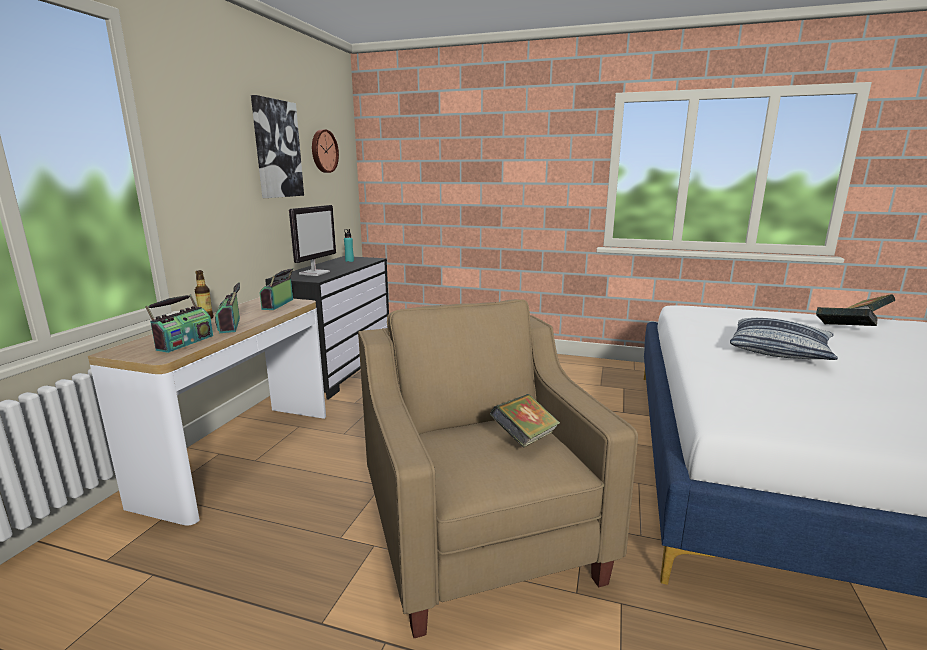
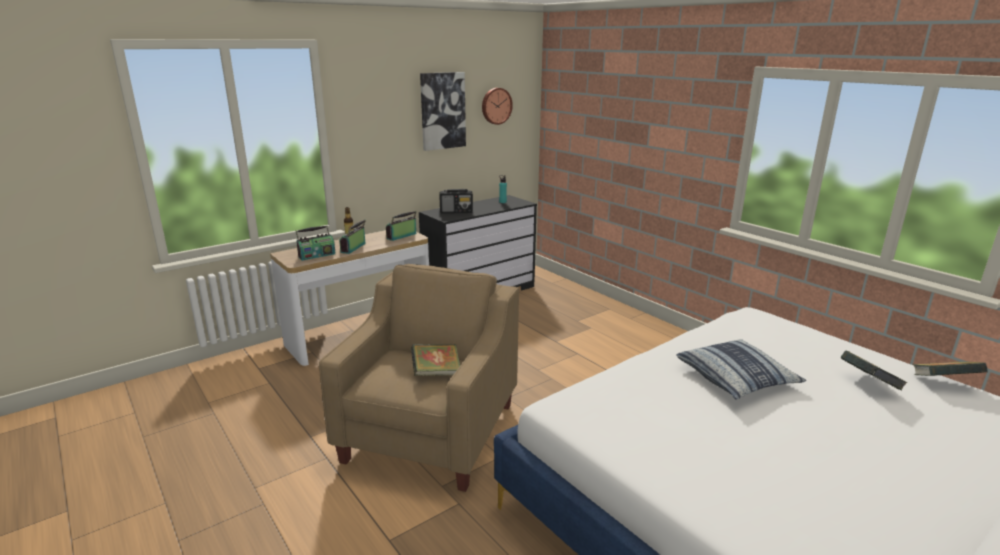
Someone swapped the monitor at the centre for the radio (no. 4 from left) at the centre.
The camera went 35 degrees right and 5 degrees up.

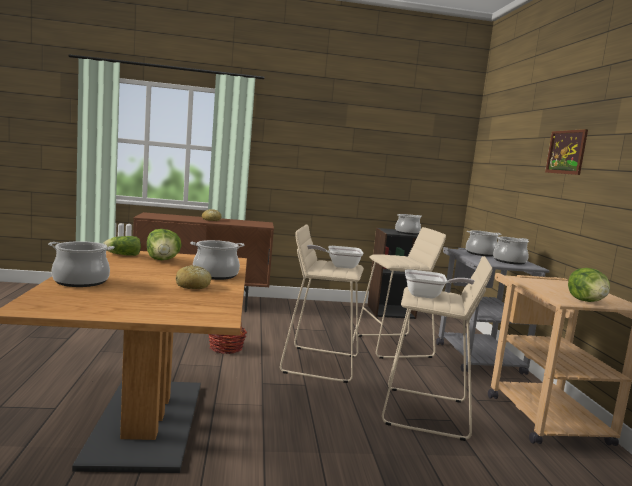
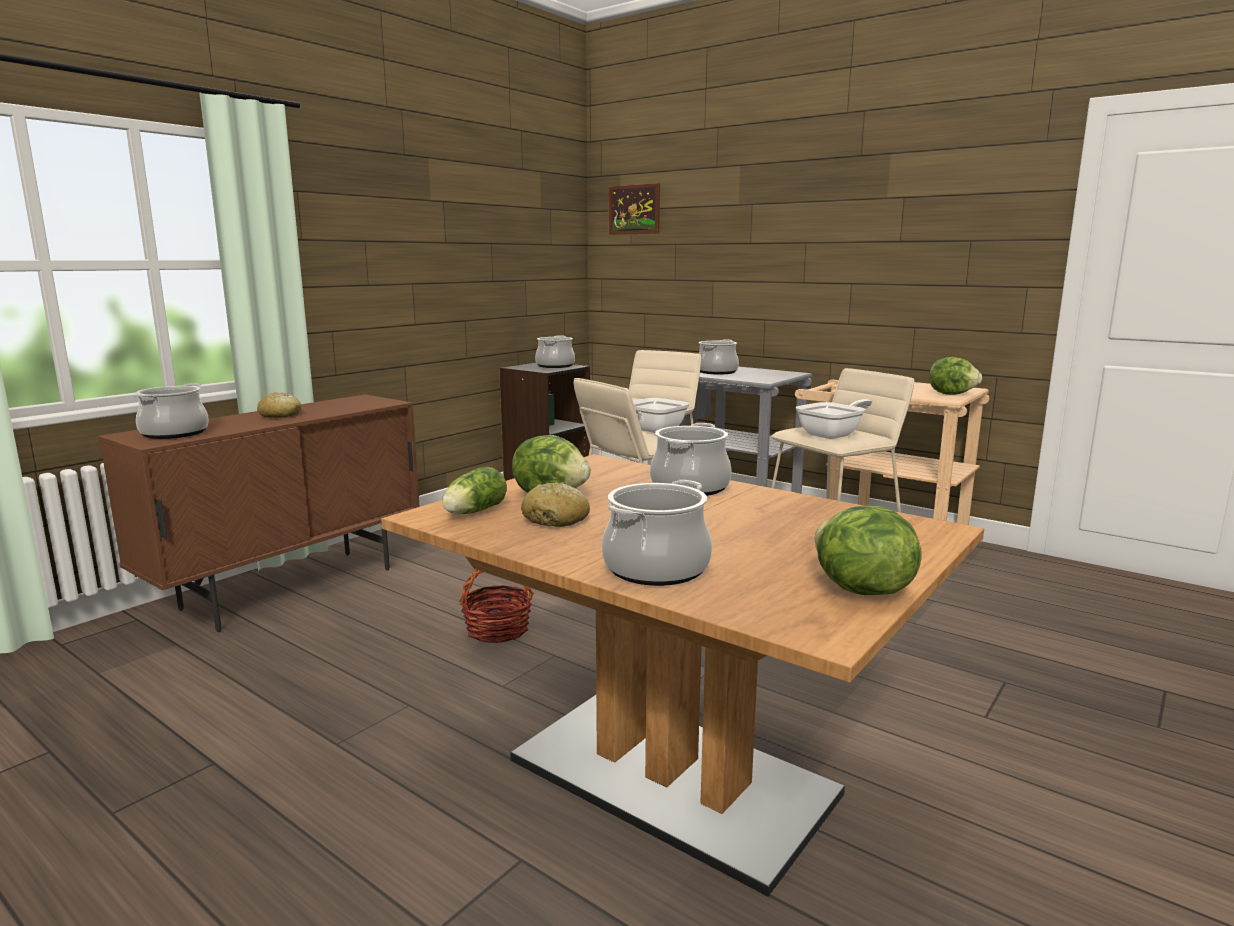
Someone put down the sałata (no. 3 from left) at the middle right.
Someone carried the chleb (no. 1 from left in the first image) from the middle left to the centre.
Someone carried the garnek (no. 5 from left in the first image) from the middle right to the middle left.
Someone carried the obraz from the top right to the top centre.
The camera went 45 degrees left and 5 degrees up.

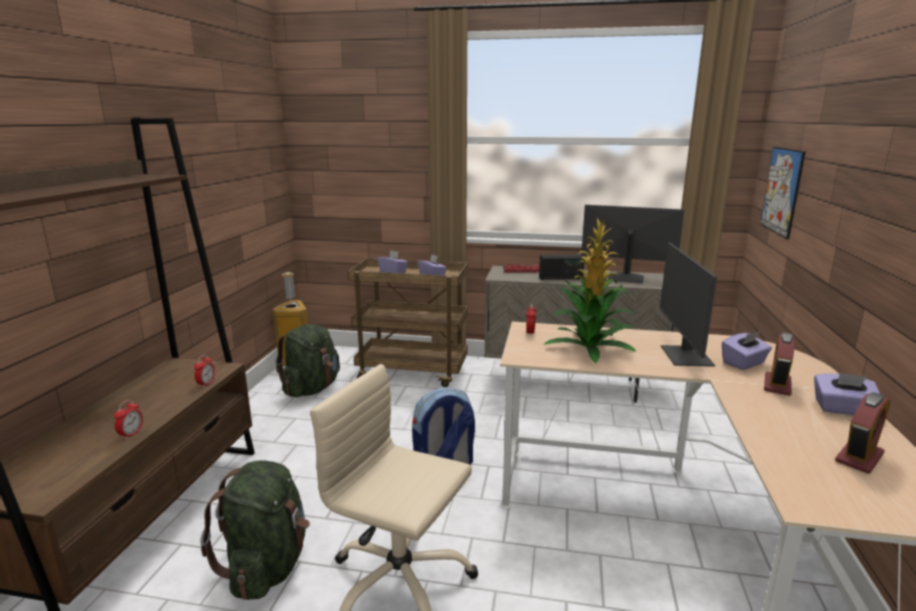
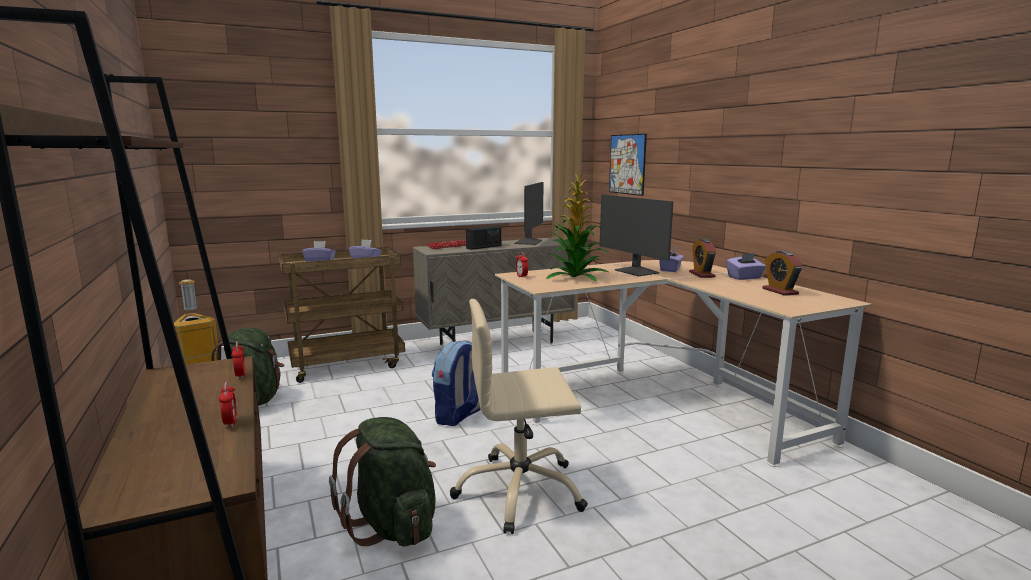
Someone rotated the monitor (no. 1 from left) at the middle right by 120 degrees clockwise.
Someone rotated the budzik (no. 5 from left) at the bottom right by 150 degrees clockwise.
The camera went 35 degrees left and 5 degrees down.

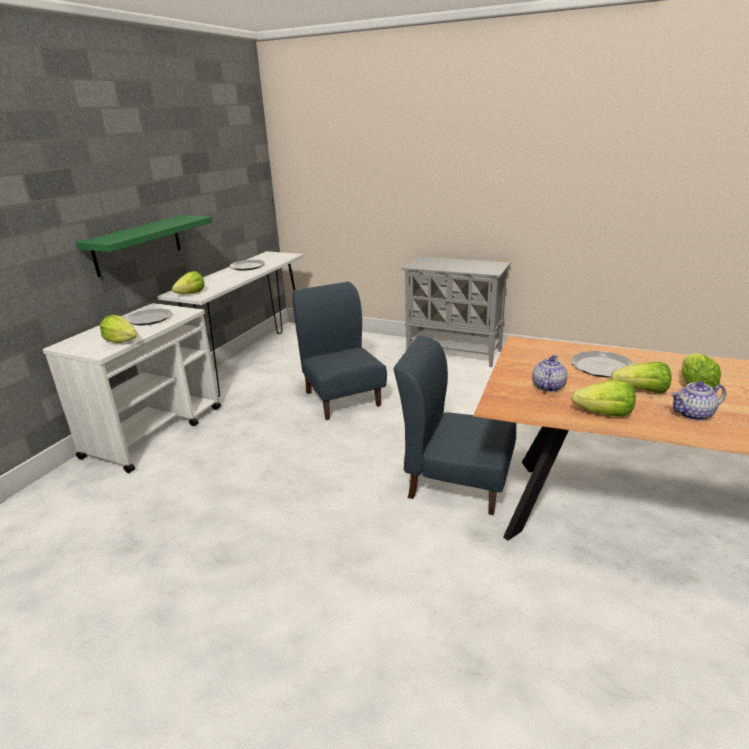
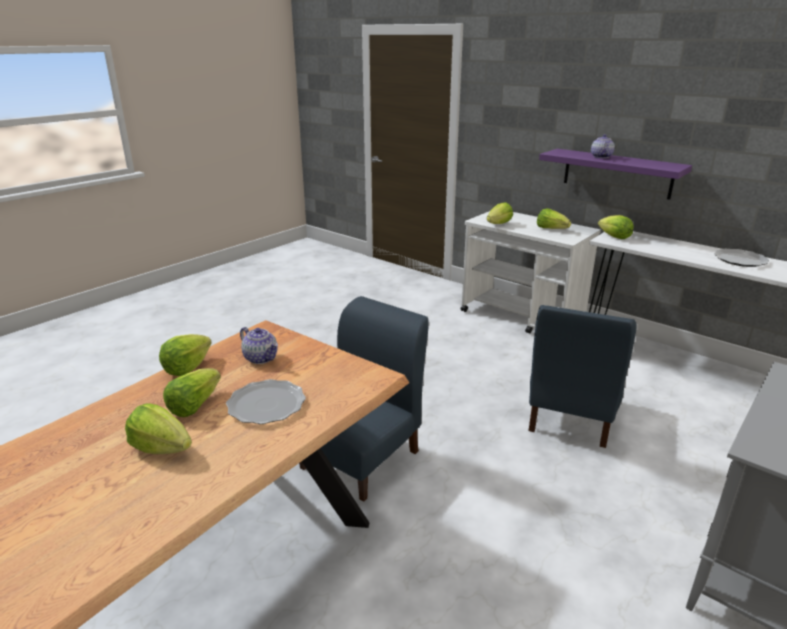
Someone carried the imbryk (no. 2 from left) from the middle right to the top right.
Someone swapped the talerz (no. 1 from left) at the middle left for the sałata (no. 5 from left) at the middle right.
Someone repainted the półka [zielony] at the top left, which became the półka [fioletowy] at the top right.
Someone rotated the krzesło [niebieski] (no. 1 from left in the first image) at the centre by 120 degrees clockwise.
The camera went 105 degrees right and 0 degrees up.

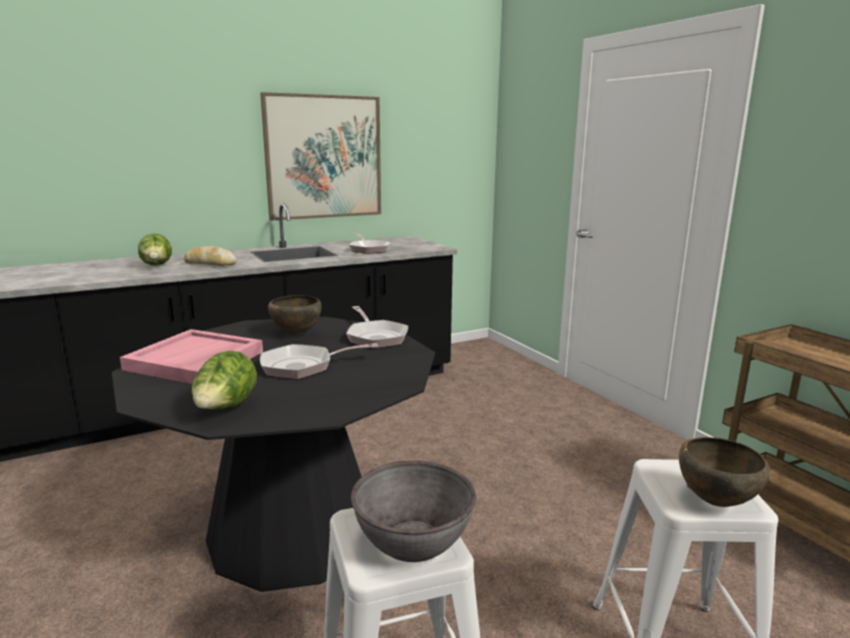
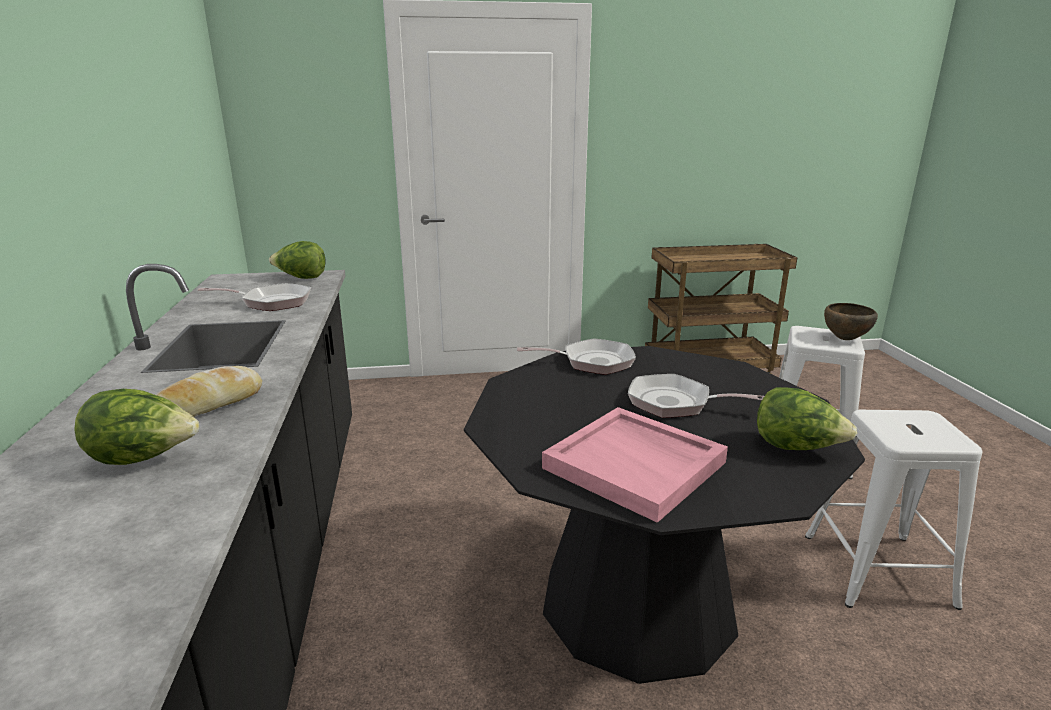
Someone took away the obraz at the top centre.
Someone took away the miska [brązowy] (no. 1 from left) at the centre.
Someone took away the miska [szary] at the bottom centre.
Someone put down the sałata (no. 2 from left) at the middle left.
Someone rotated the patelnia (no. 1 from left in the first image) at the centre by 105 degrees clockwise.
The camera went 70 degrees left and 5 degrees up.

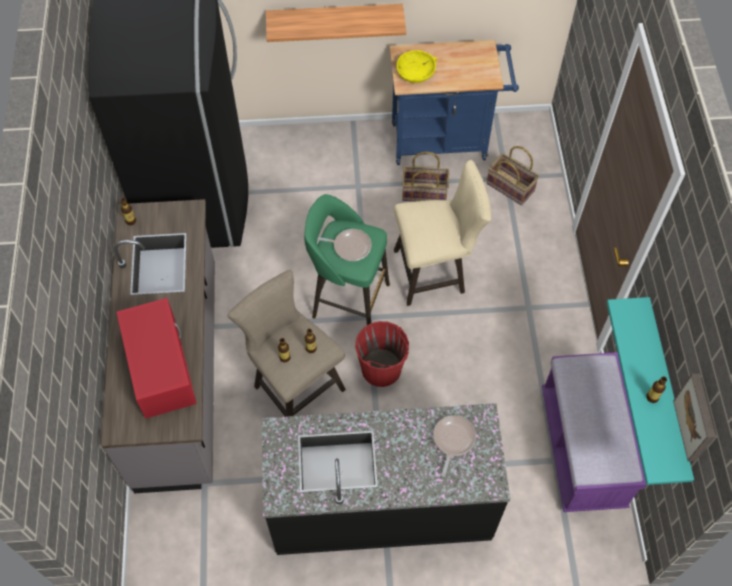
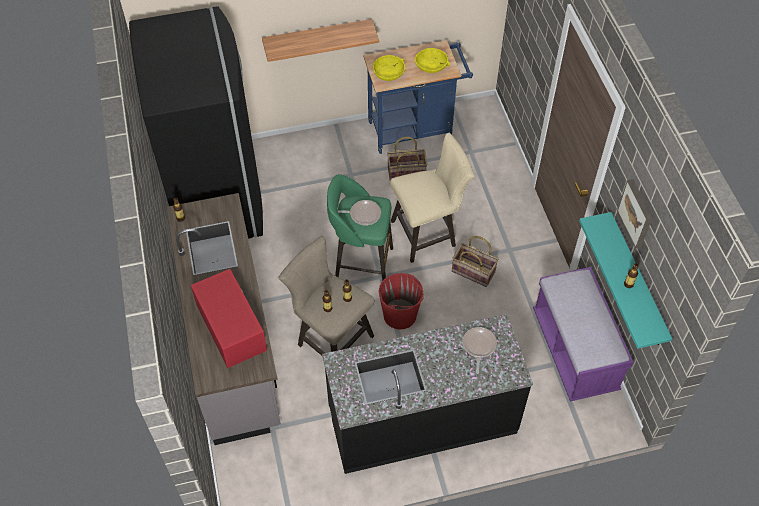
Someone put down the miska [żółty] (no. 2 from left) at the top centre.
Someone carried the koszyk (no. 2 from left) from the top right to the centre.
Someone carried the obraz from the bottom right to the middle right.
The camera went 10 degrees left and 5 degrees down.

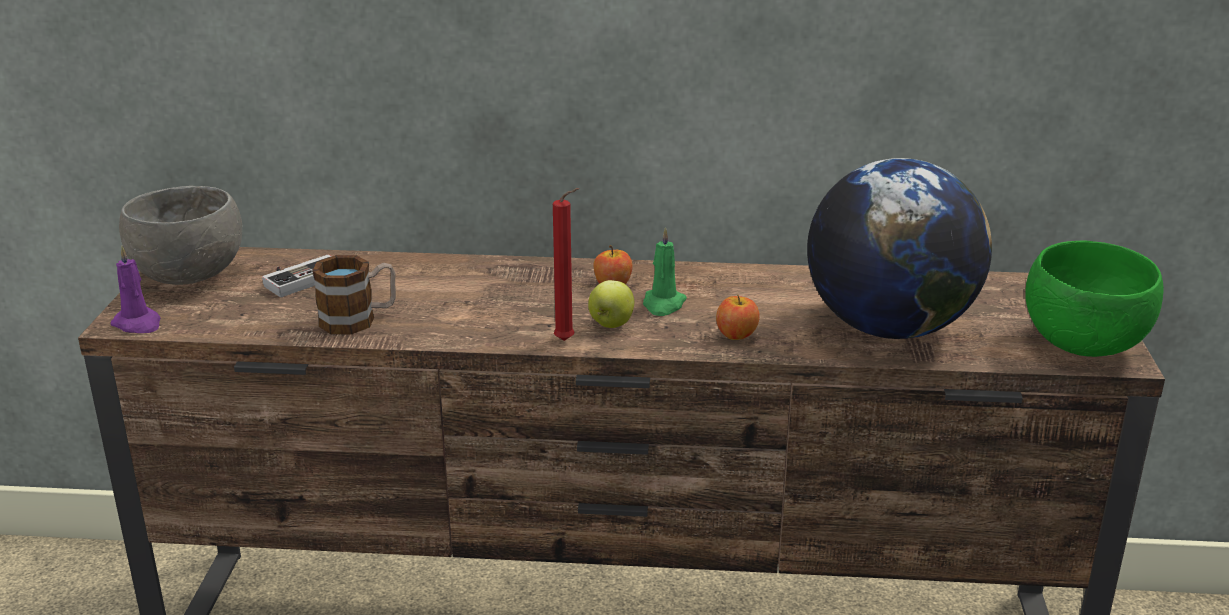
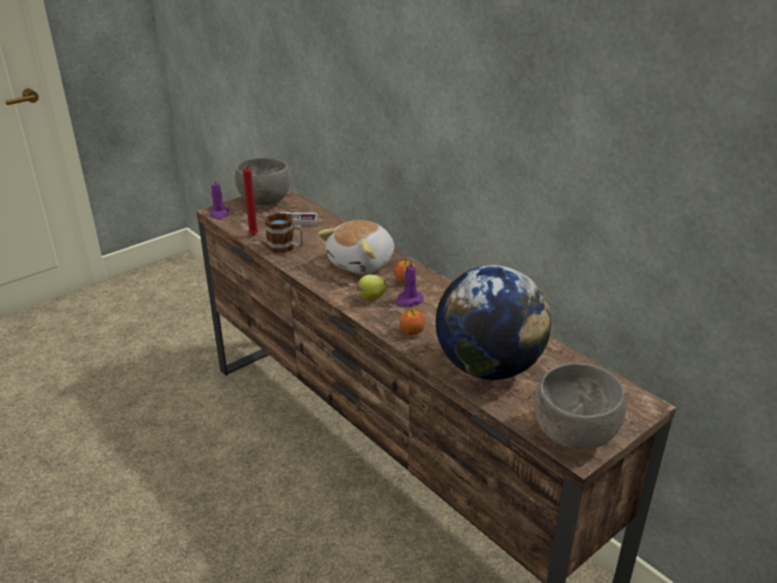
Someone put down the pluszak at the centre.
Someone carried the świeca [czerwony] from the centre to the middle left.
Someone repainted the świeca [zielony] at the centre, which became the świeca [fioletowy] (no. 2 from left) at the centre.
Someone repainted the miska [zielony] at the middle right, which became the miska [szary] (no. 2 from left) at the bottom right.
The camera went 45 degrees right and 5 degrees up.

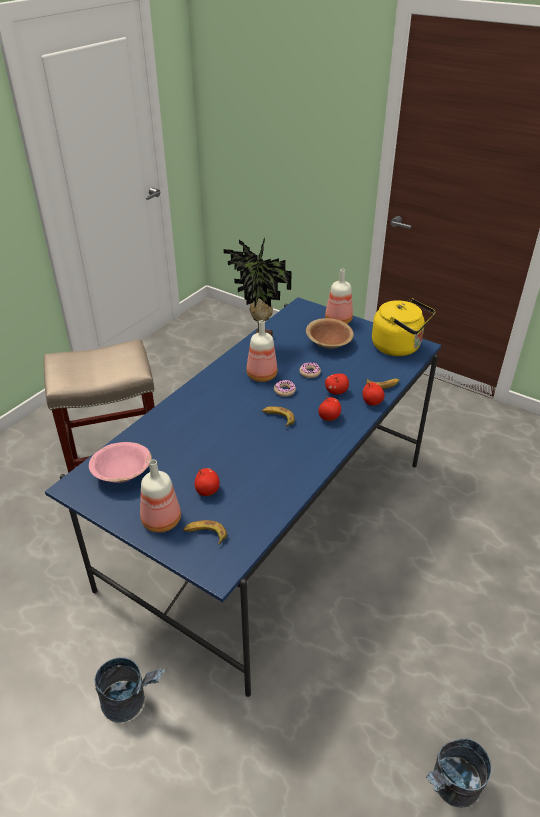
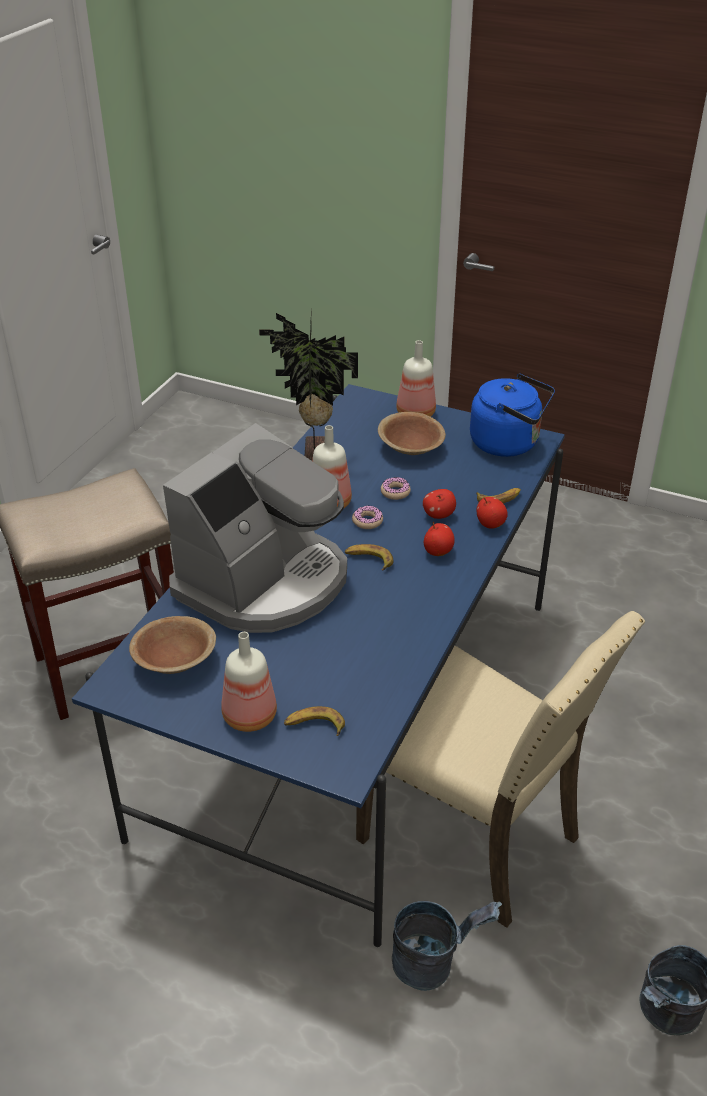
Someone took away the jabłko (no. 1 from left) at the centre.
Someone put down the ekspres do kawy at the centre.
Someone put down the krzesło [beżowy] at the bottom right.
Someone carried the wiadro [szary] (no. 1 from left) from the bottom left to the bottom centre.
Someone repainted the miska [różowy] at the middle left, which became the miska [brązowy] (no. 1 from left) at the middle left.
Someone repainted the czajnik [żółty] at the middle right, which became the czajnik [niebieski] at the middle right.
The camera went 10 degrees left and 0 degrees up.

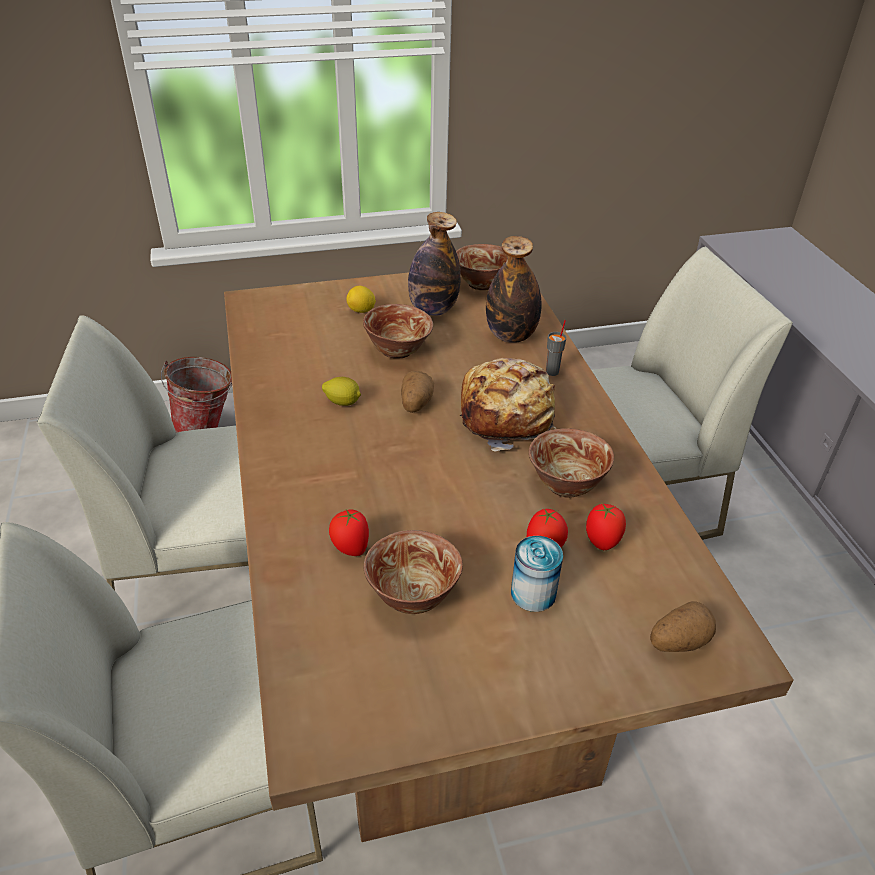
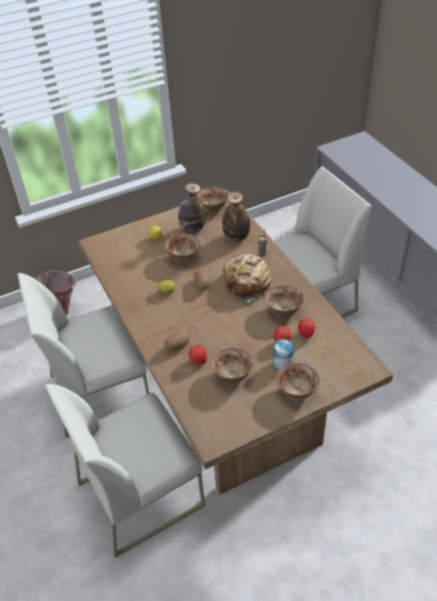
Someone put down the miska (no. 5 from left) at the middle right.
Someone carried the ziemniak (no. 2 from left in the first image) from the bottom right to the centre.
The camera went 10 degrees left and 5 degrees up.

